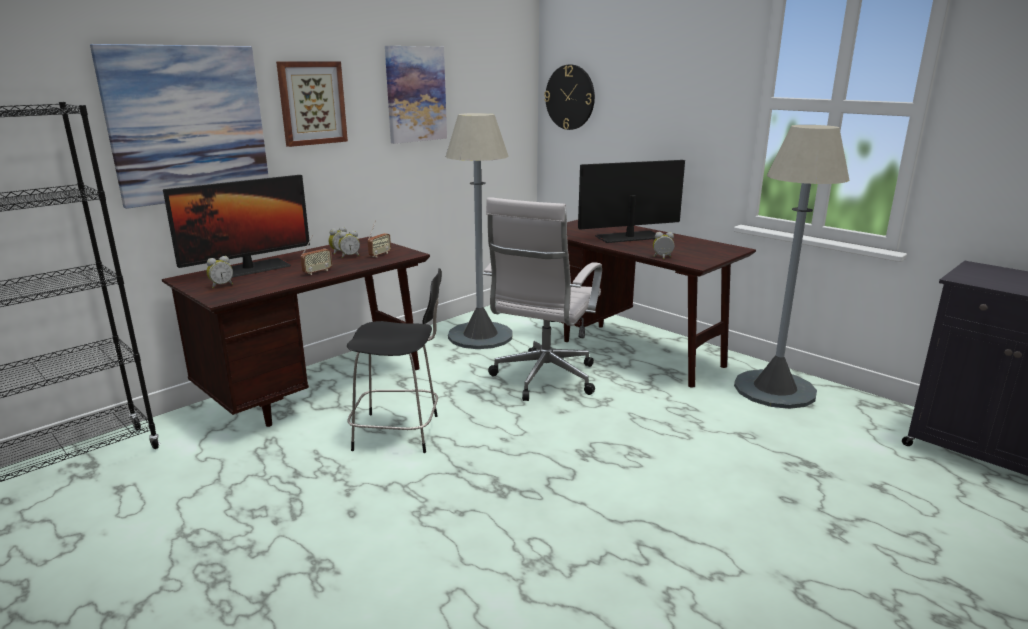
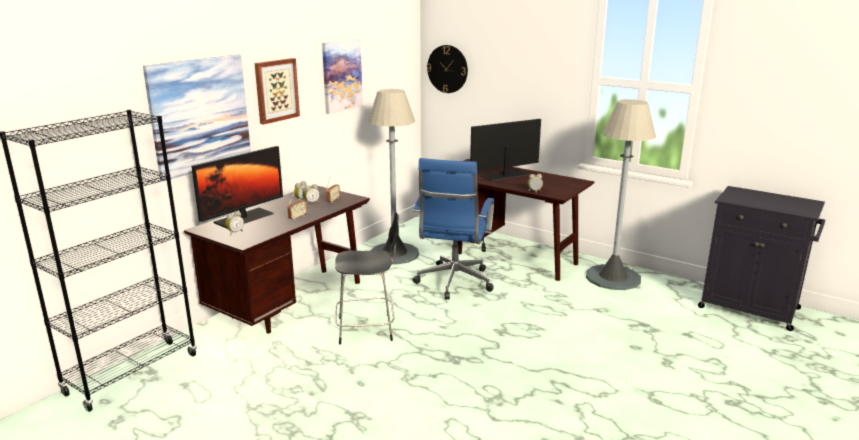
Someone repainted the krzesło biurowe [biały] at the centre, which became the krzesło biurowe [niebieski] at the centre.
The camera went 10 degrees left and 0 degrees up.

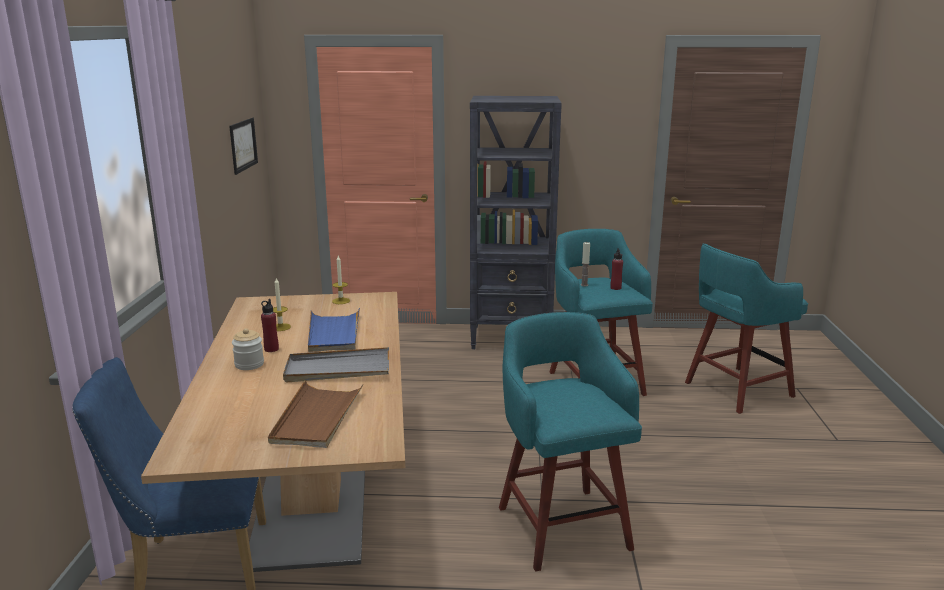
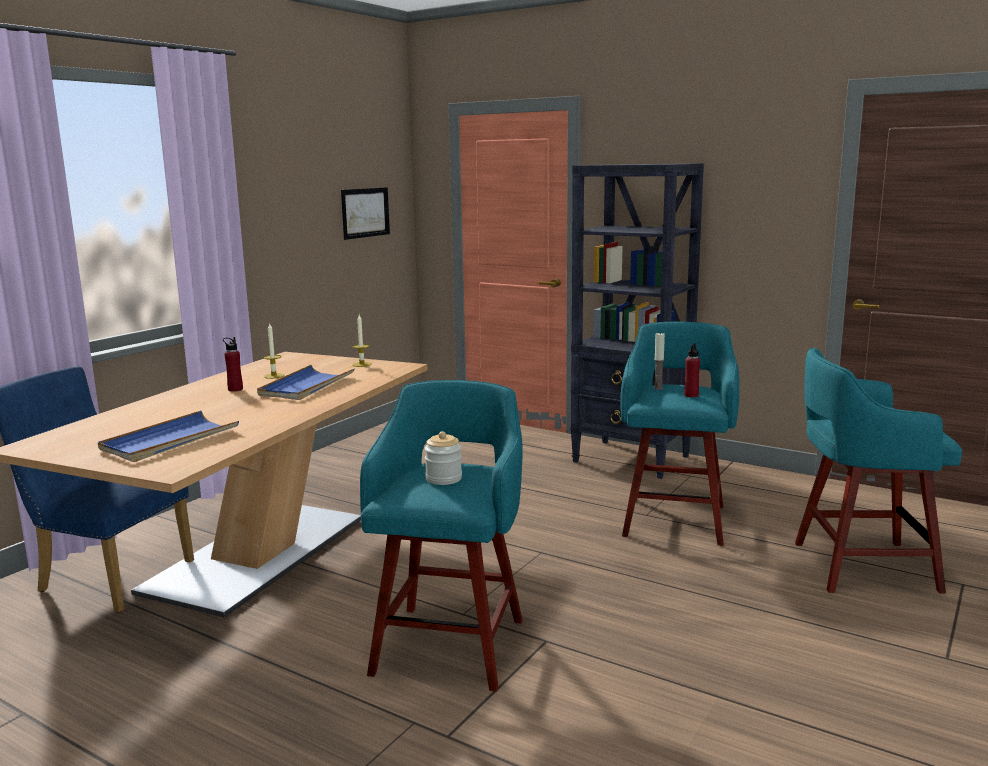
Someone took away the taca [szary] at the centre.
Someone carried the słoik from the middle left to the centre.
Someone repainted the taca [brązowy] at the bottom centre, which became the taca [niebieski] (no. 1 from left) at the middle left.
The camera went 30 degrees right and 5 degrees down.

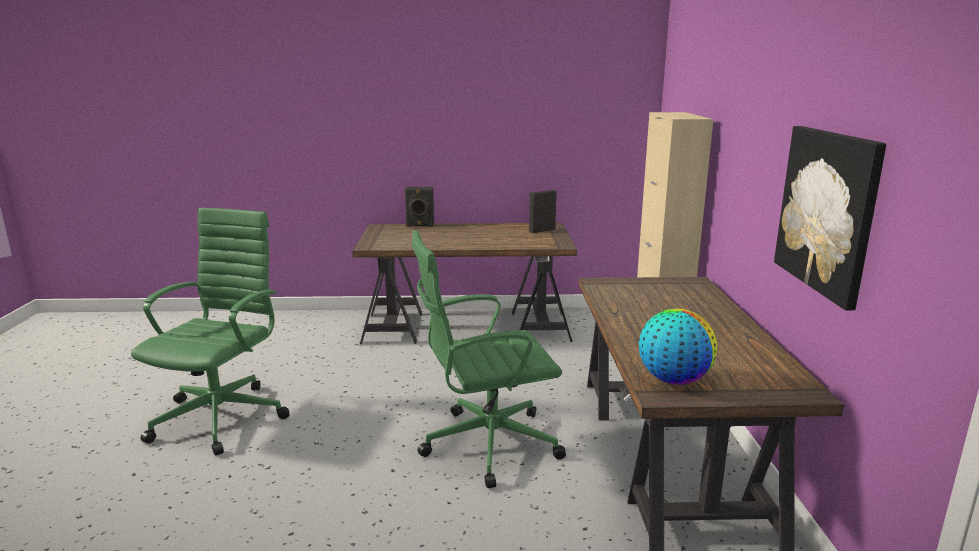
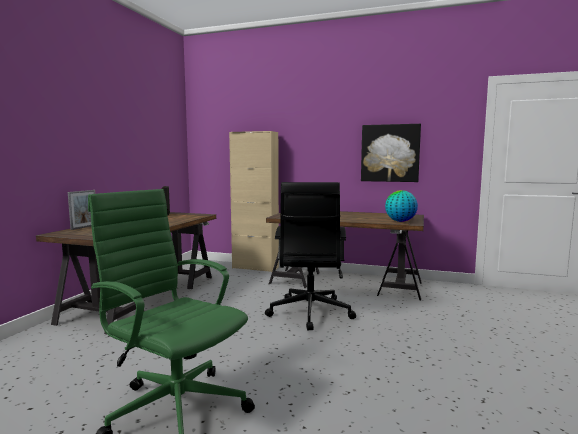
Someone swapped the głośnik [czarny] (no. 1 from left) at the centre for the ramka na zdjęcie at the middle left.
Someone repainted the krzesło biurowe [zielony] (no. 2 from left) at the centre, which became the krzesło biurowe [czarny] at the centre.
The camera went 70 degrees left and 10 degrees down.

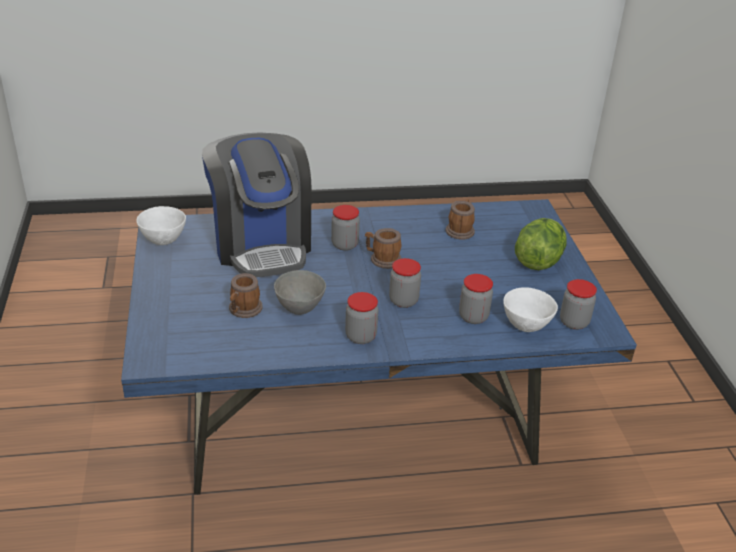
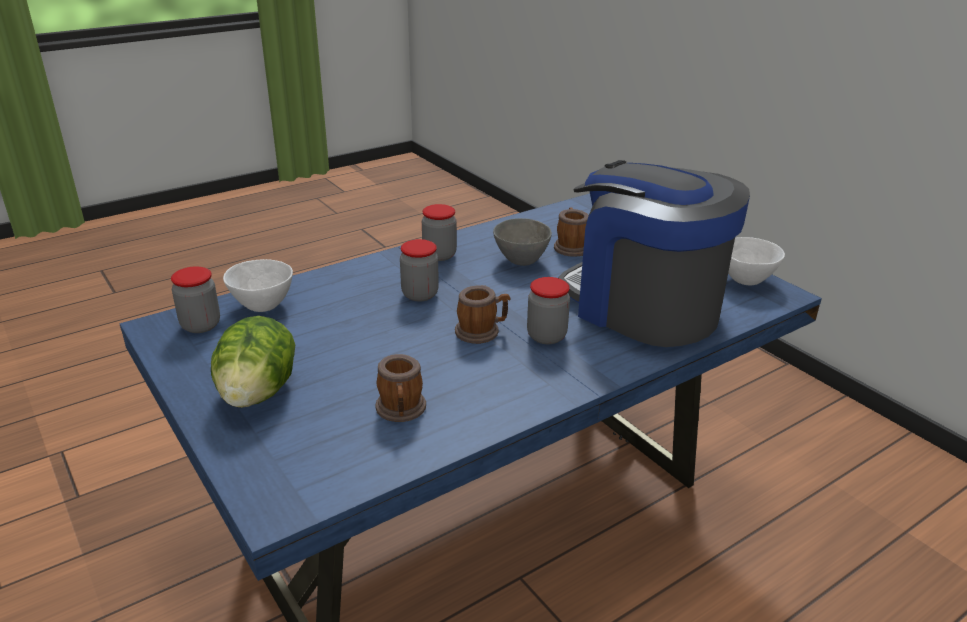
Someone took away the słoik (no. 4 from left) at the centre.
The camera went 155 degrees right and 5 degrees down.

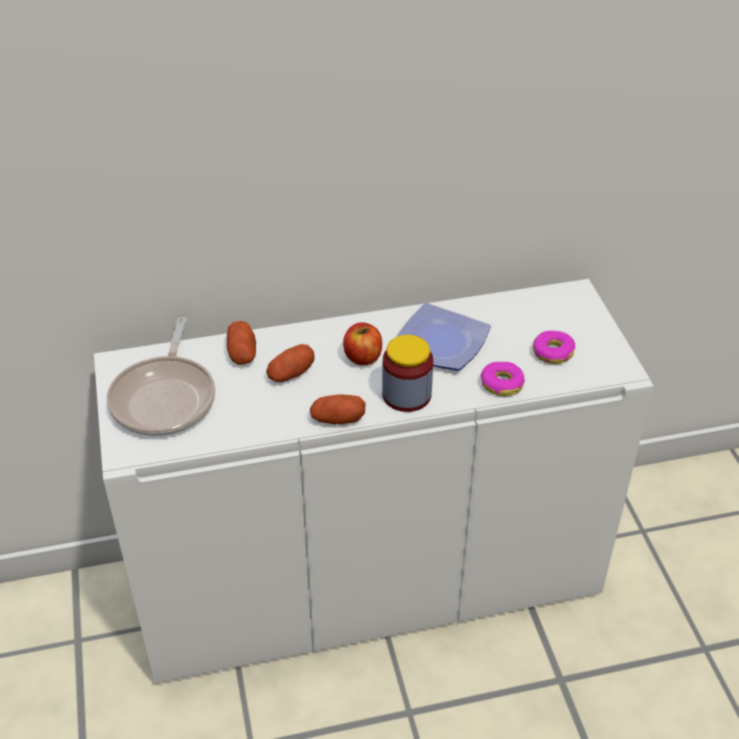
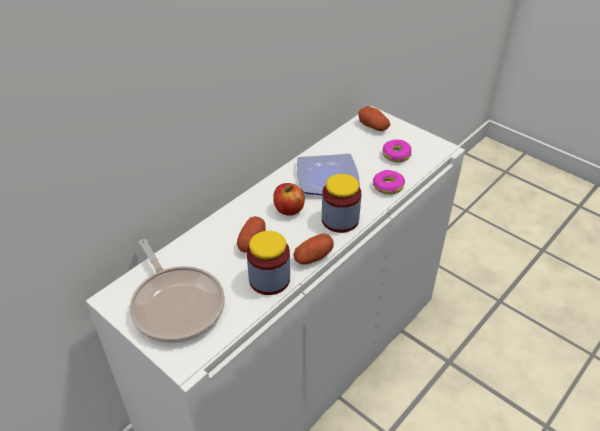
Someone put down the słoik (no. 1 from left) at the centre.
Someone carried the ziemniak (no. 1 from left in the first image) from the middle left to the top centre.
The camera went 35 degrees left and 0 degrees up.

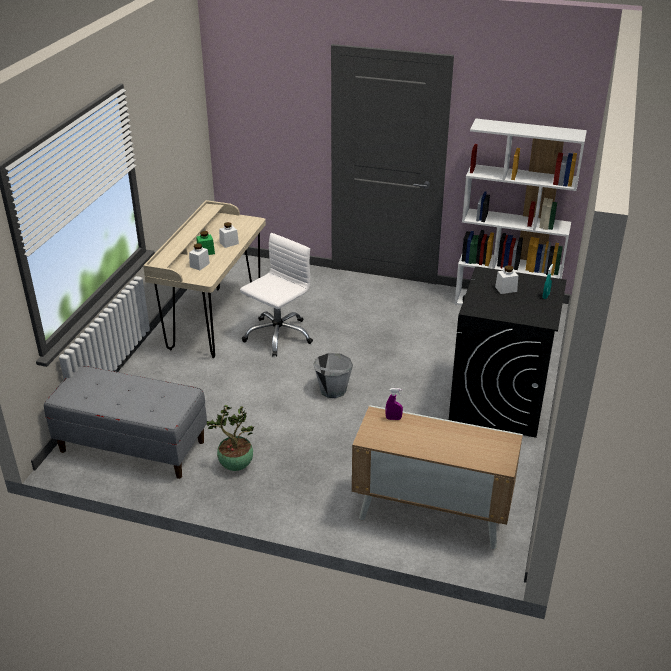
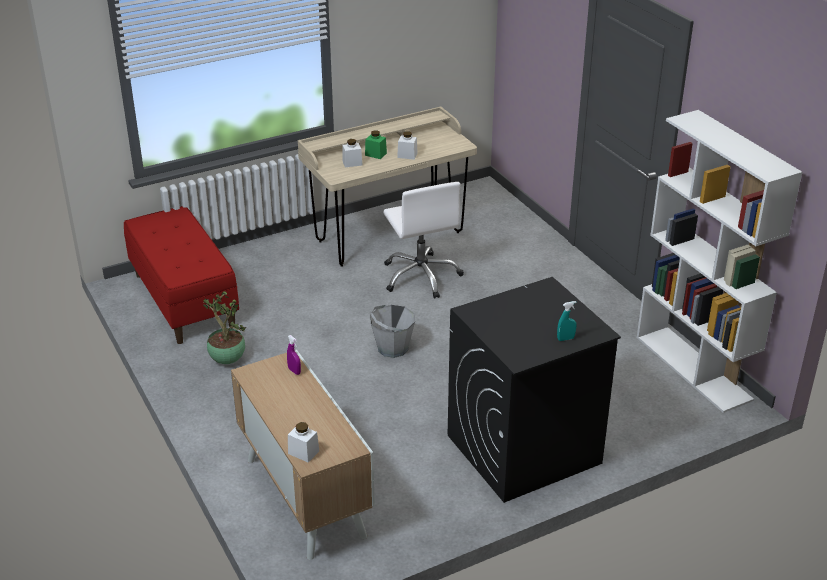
Someone carried the słoik [biały] (no. 3 from left in the first image) from the middle right to the bottom centre.
Someone repainted the ławka [szary] at the middle left, which became the ławka [czerwony] at the middle left.
Someone rotated the krzesło biurowe [biały] at the centre by 75 degrees clockwise.
The camera went 45 degrees right and 0 degrees up.

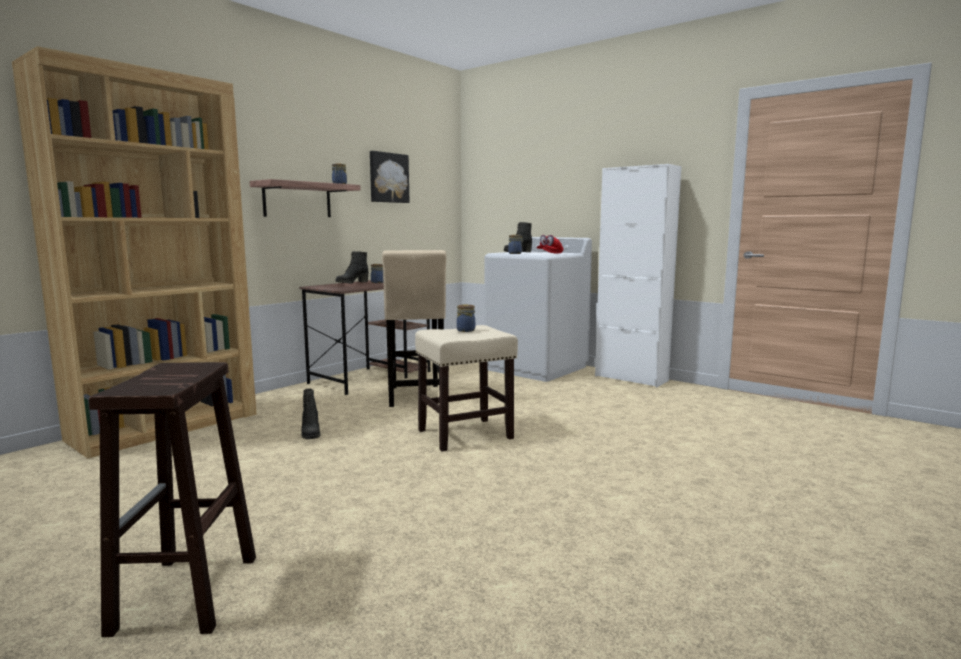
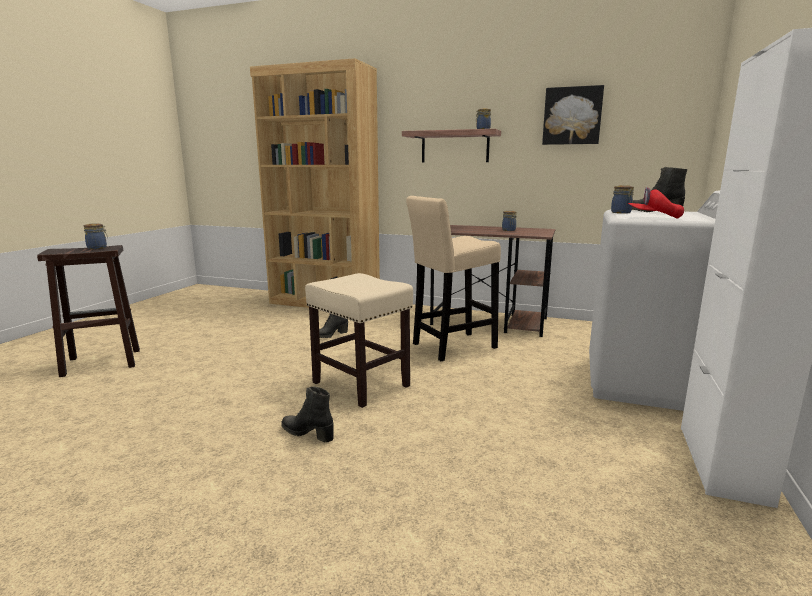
Someone carried the but z cholewką [czarny] (no. 2 from left in the first image) from the centre to the bottom centre.
Someone carried the słoik (no. 3 from left in the first image) from the centre to the middle left.
The camera went 70 degrees right and 5 degrees up.

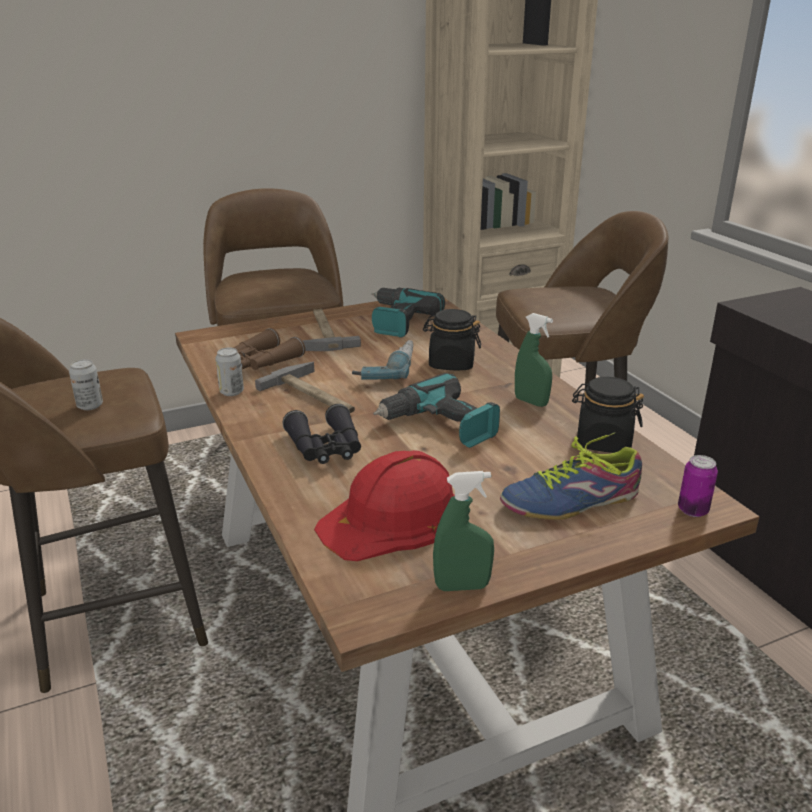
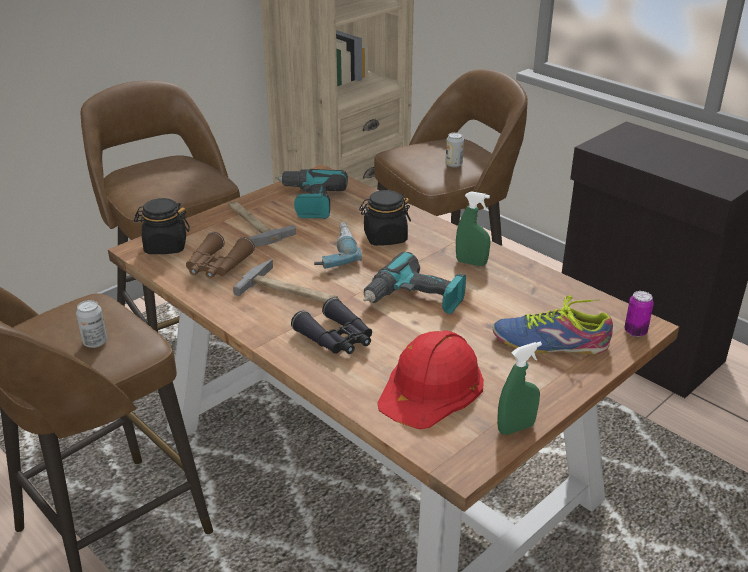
Someone carried the puszka (no. 2 from left) from the middle left to the top centre.
Someone carried the słoik [czarny] (no. 2 from left in the first image) from the middle right to the middle left.
Someone rotated the but at the middle right by 45 degrees clockwise.
The camera went 20 degrees left and 5 degrees up.

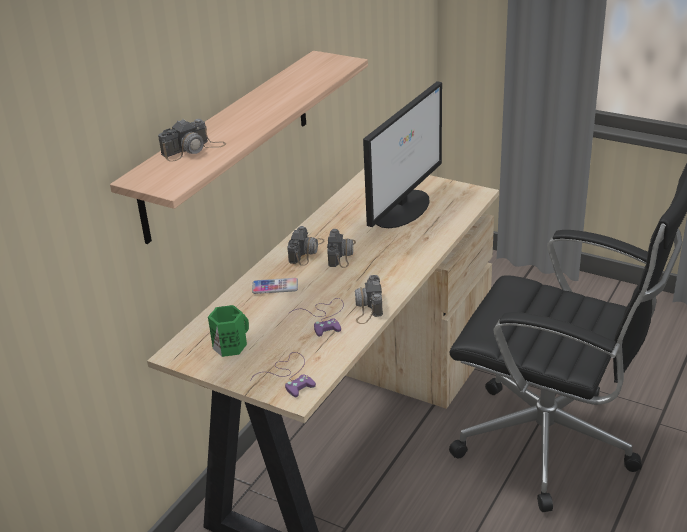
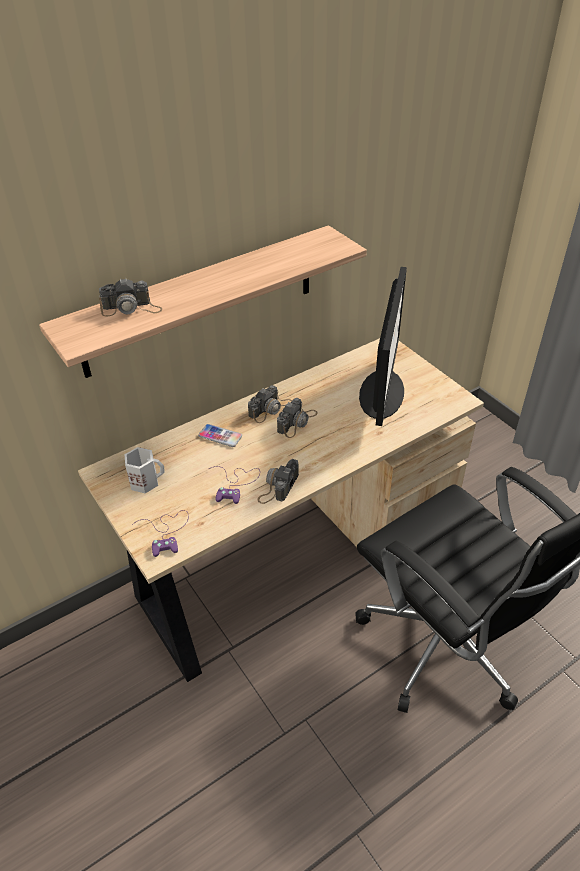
Someone repainted the kubek [zielony] at the middle left, which became the kubek [biały] at the middle left.
Someone rotated the monitor at the top centre by 45 degrees counterclockwise.
The camera went 25 degrees right and 10 degrees up.

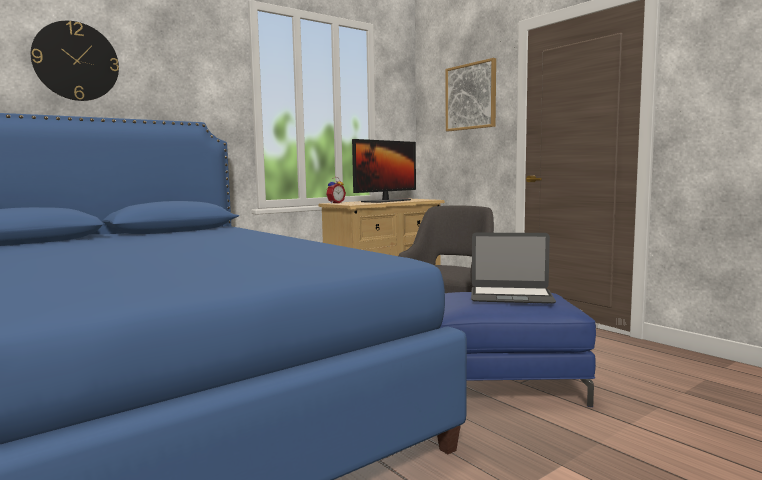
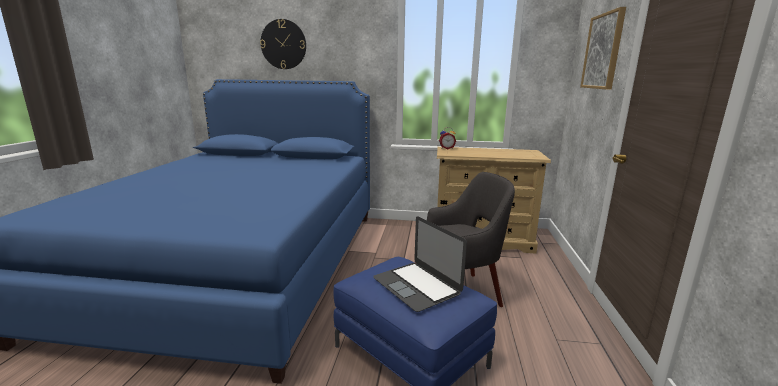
Someone took away the monitor at the centre.
The camera went 45 degrees right and 10 degrees up.

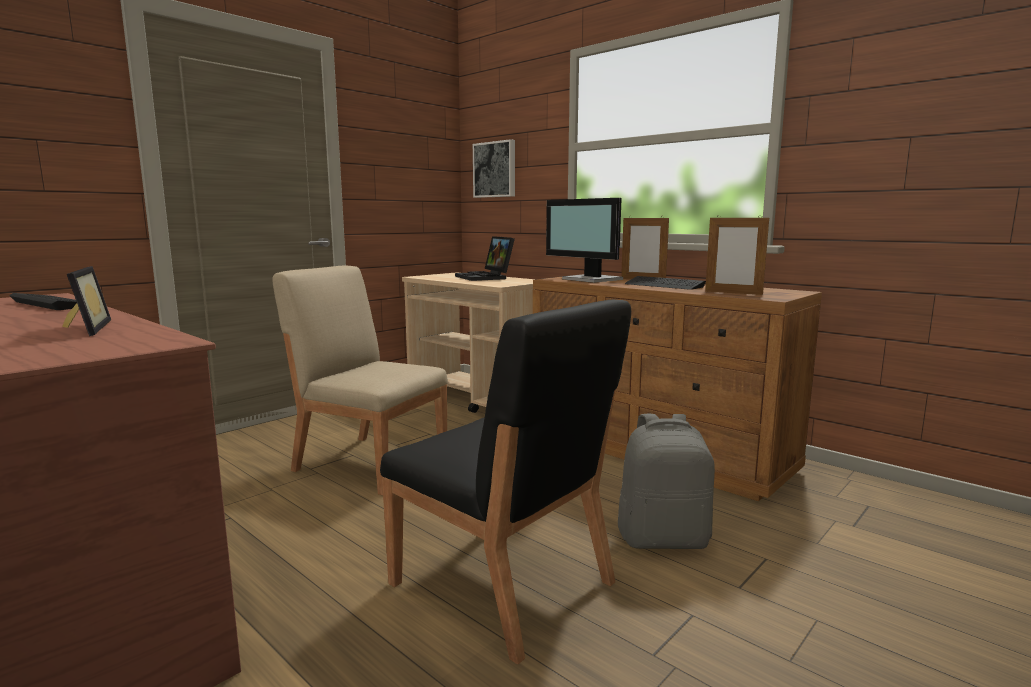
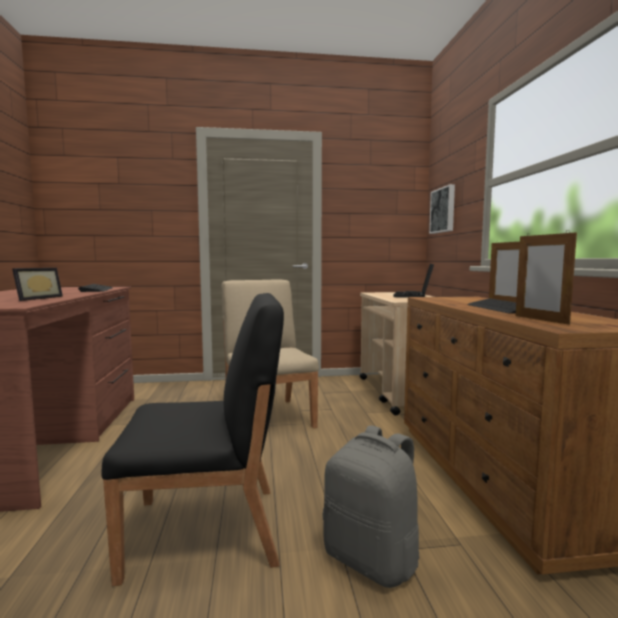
Someone took away the monitor at the centre.
Someone rotated the krzesło [czarny] at the bottom centre by 90 degrees counterclockwise.
The camera went 40 degrees right and 5 degrees down.

